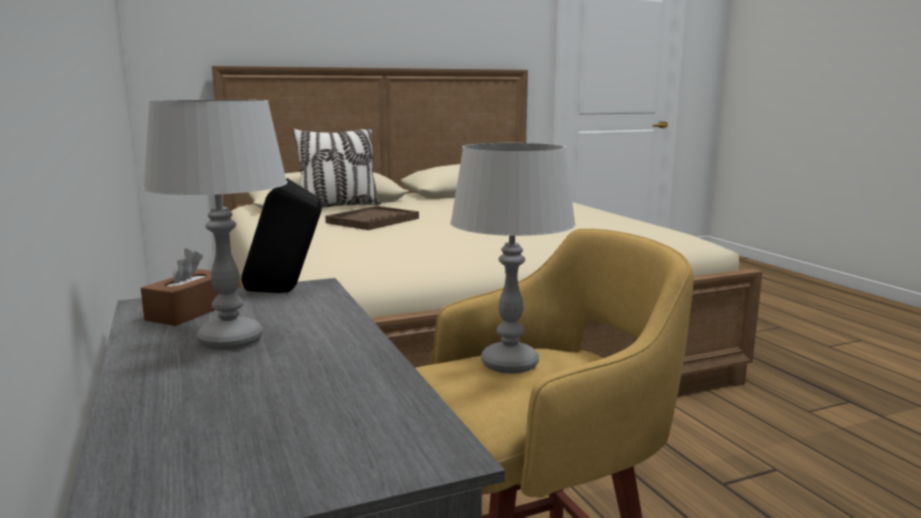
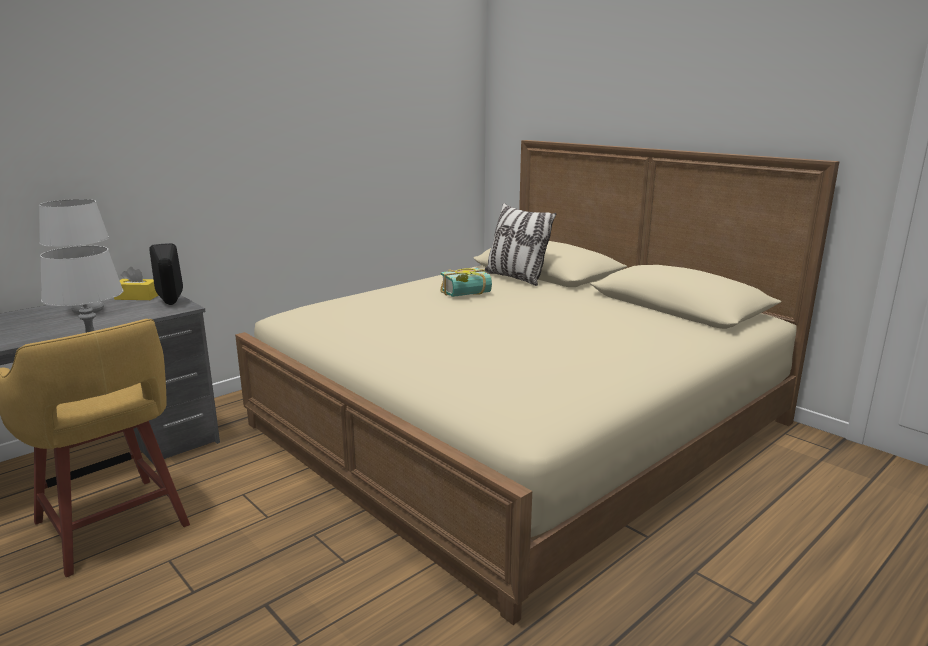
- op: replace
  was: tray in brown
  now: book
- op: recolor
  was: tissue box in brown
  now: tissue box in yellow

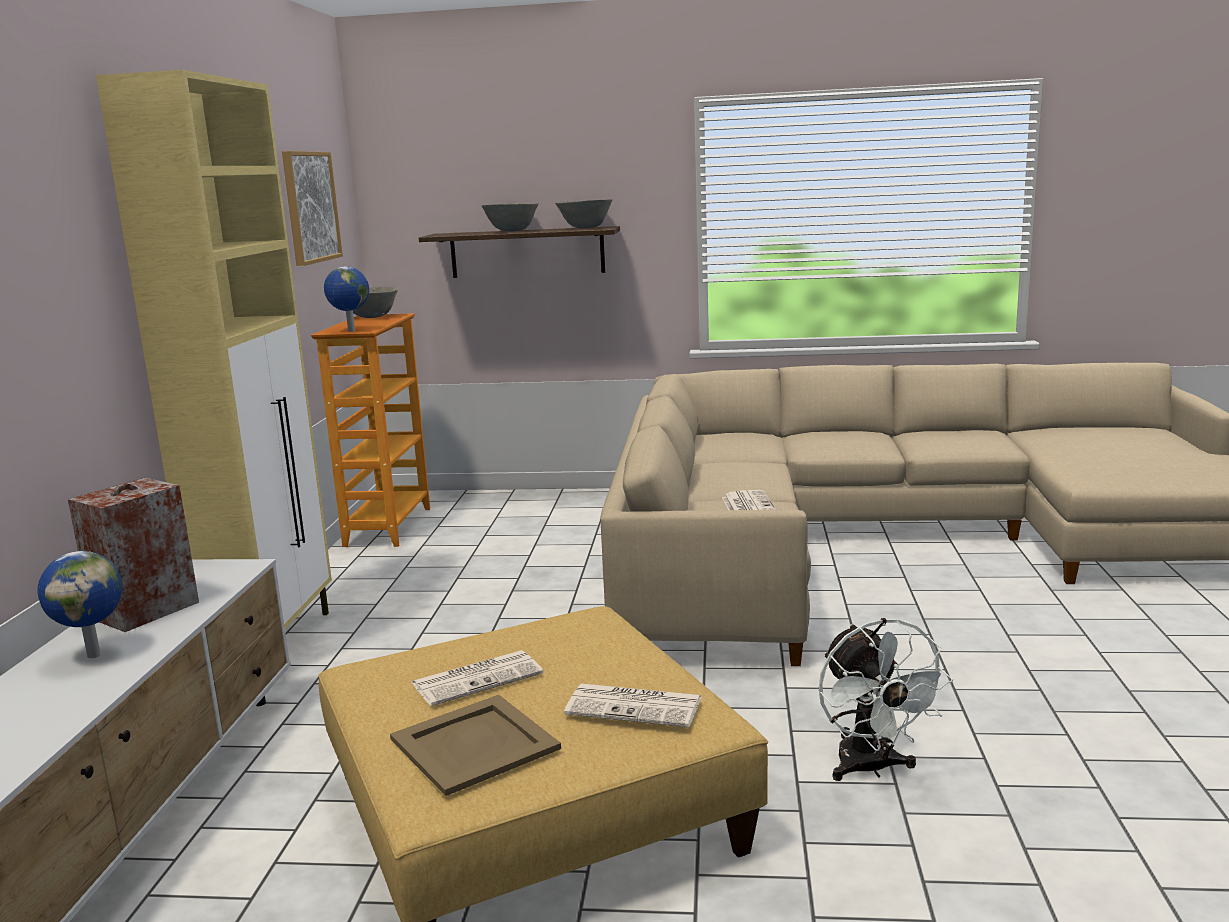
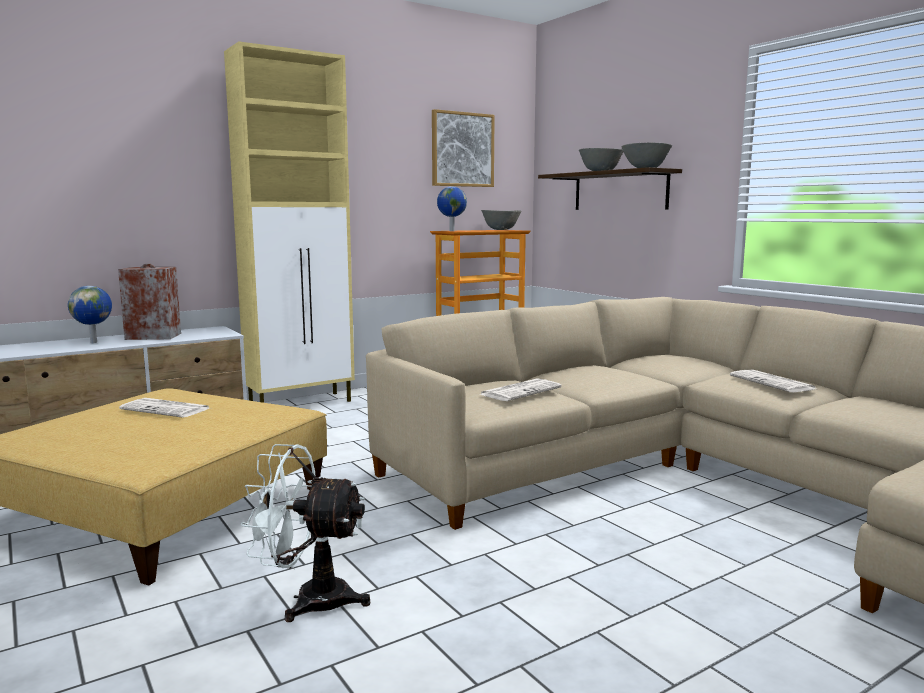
- op: rotate
  was: fan in white
  clockwise: 60
- op: move
  was: newspaper (2nd from left in the first image)
  now: newspaper (3rd from left)
- op: delete
  was: tray in beige

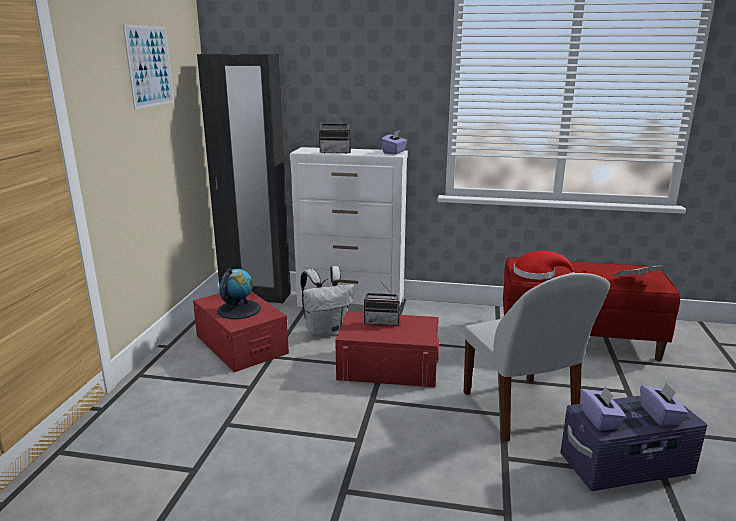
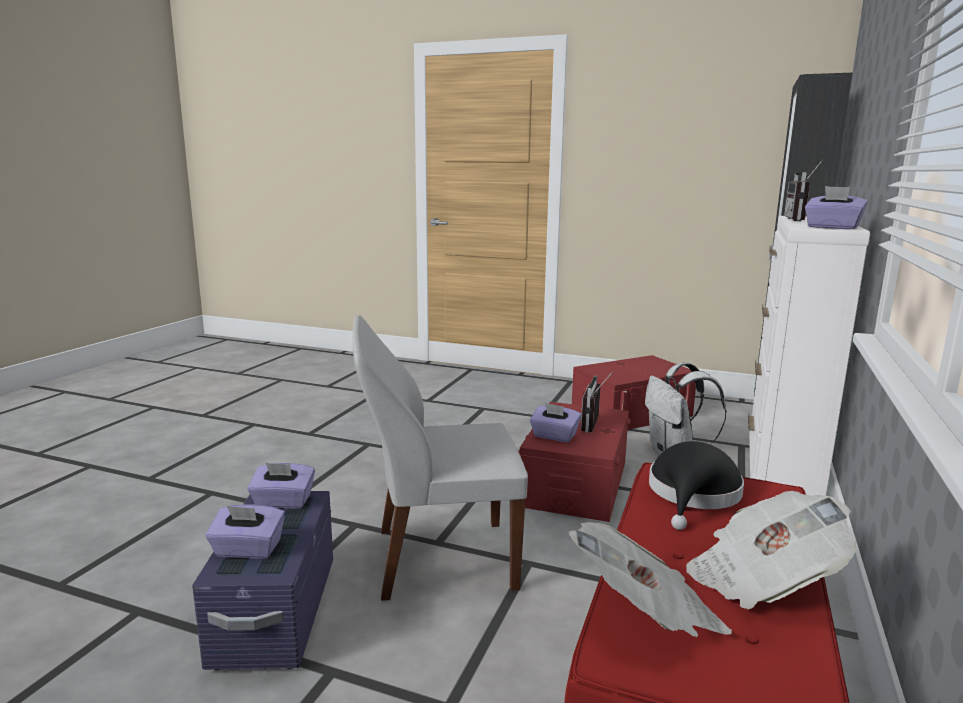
- op: delete
  was: picture
- op: recolor
  was: hat in red
  now: hat in black
- op: delete
  was: globe
- op: insert
  now: tissue box in purple (3rd from left)
- op: insert
  now: newspaper (2nd from left)

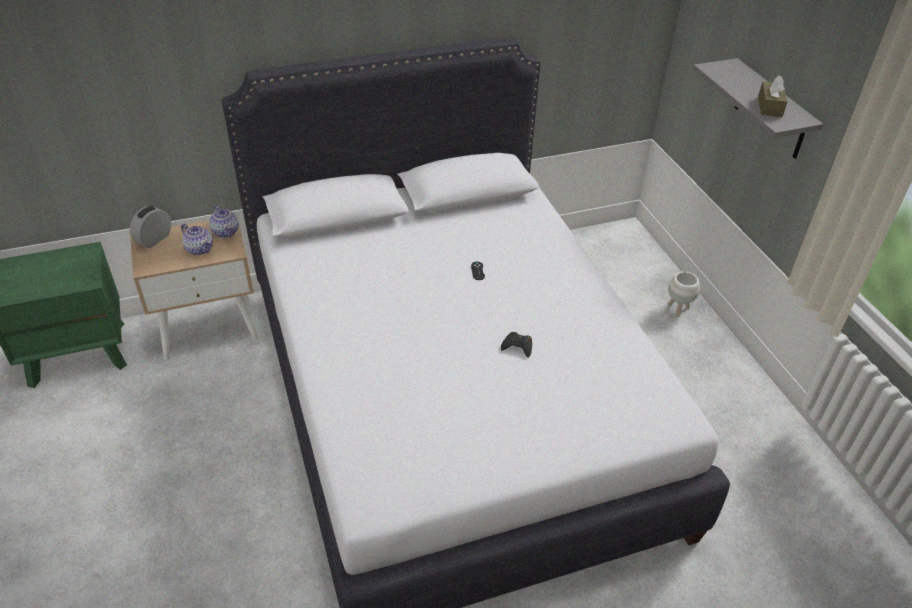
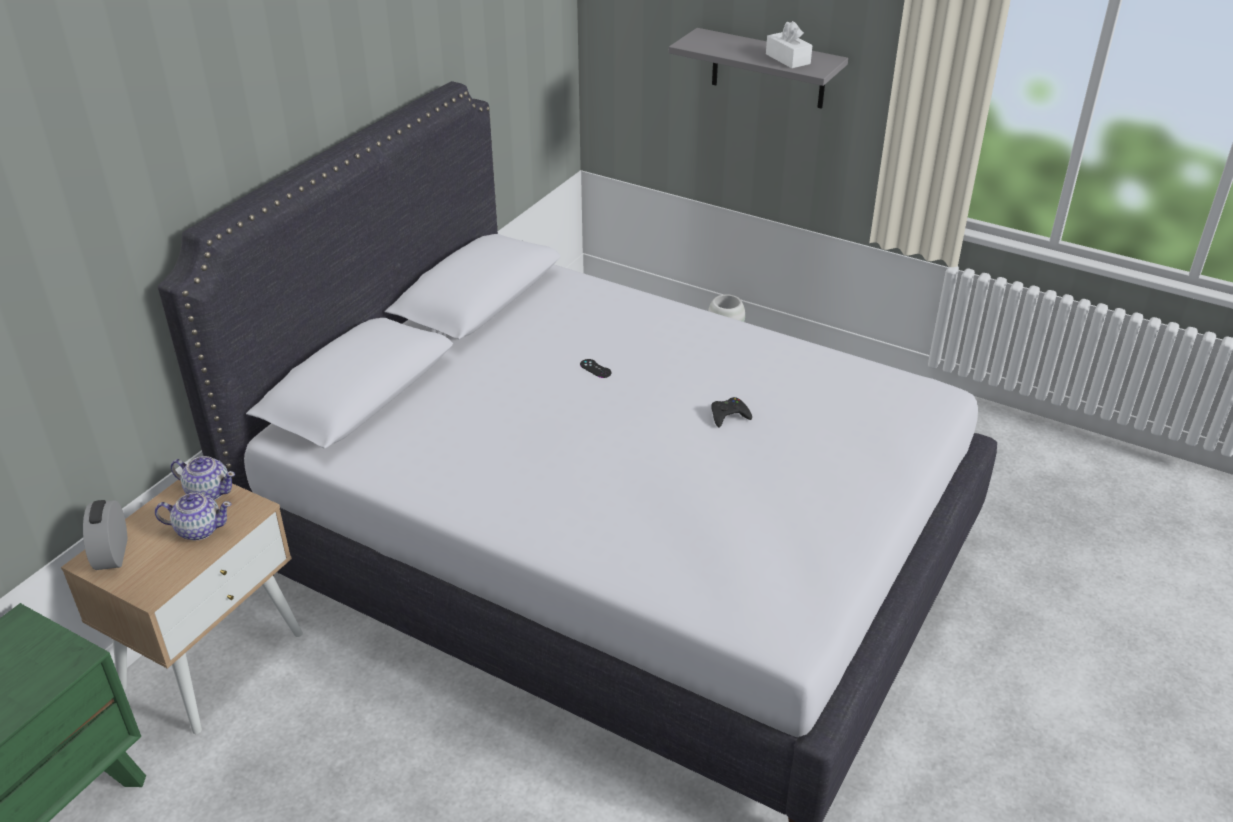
- op: recolor
  was: tissue box in brown
  now: tissue box in white

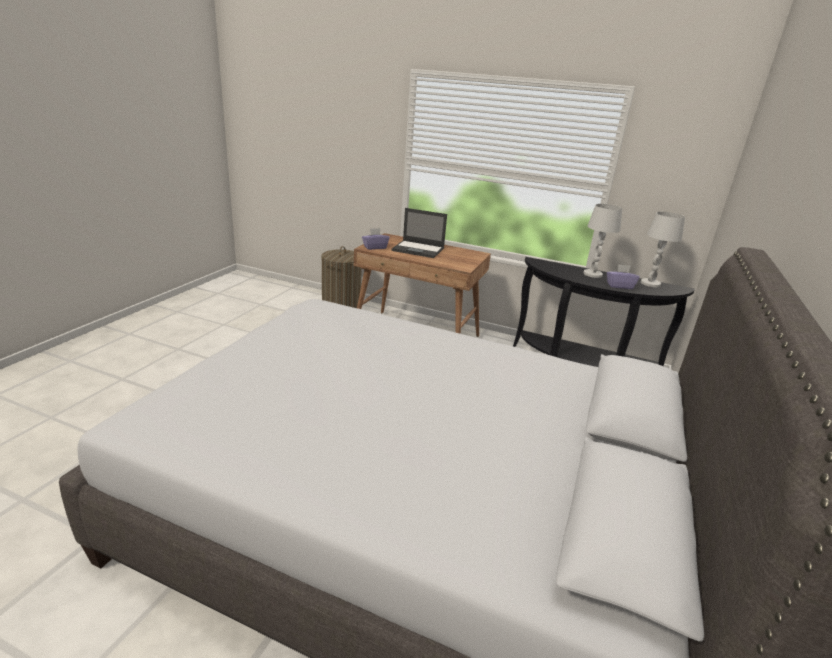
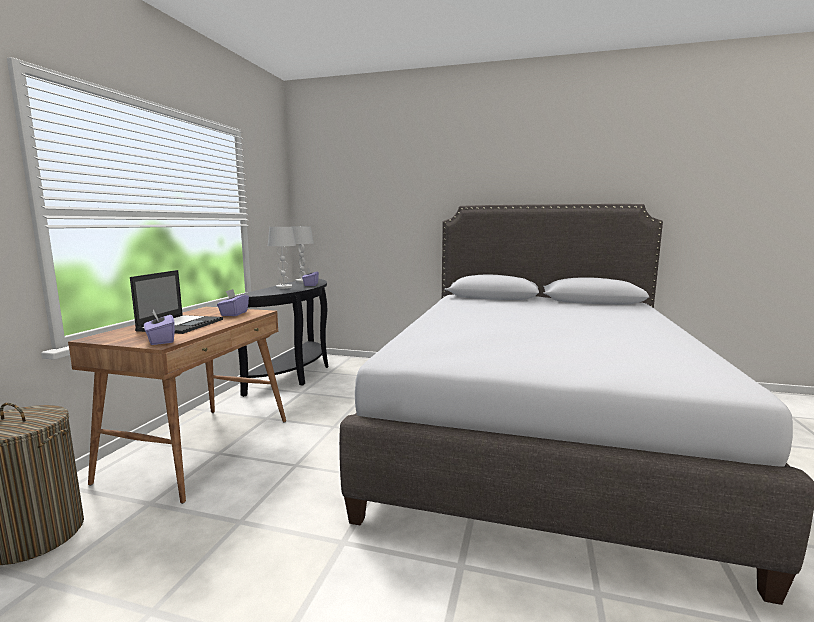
- op: insert
  now: tissue box in purple (2nd from left)

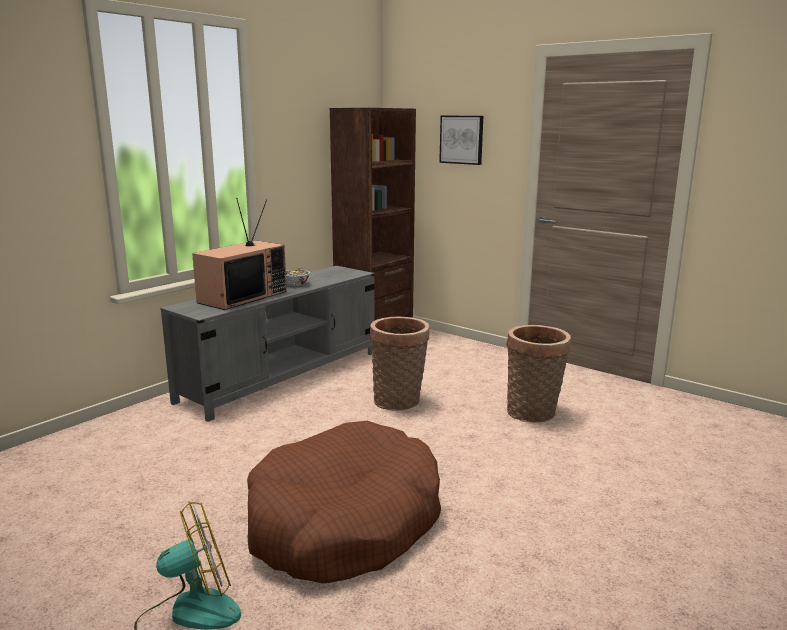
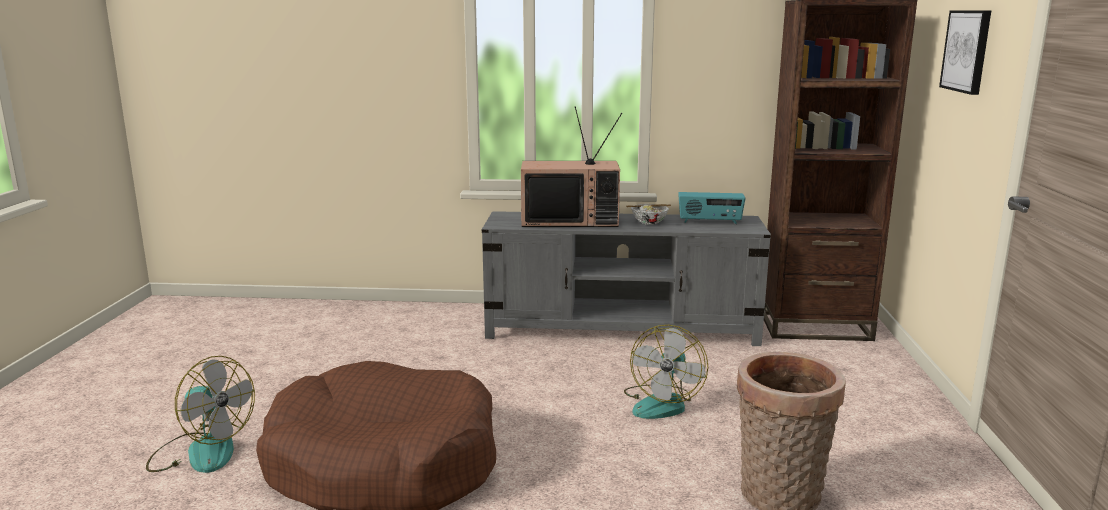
- op: replace
  was: basket (1st from left)
  now: fan (2nd from left)
- op: insert
  now: radio

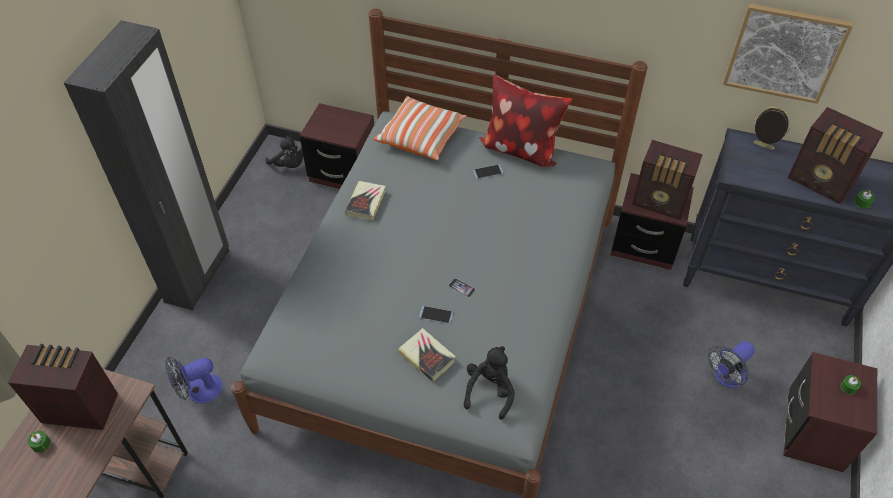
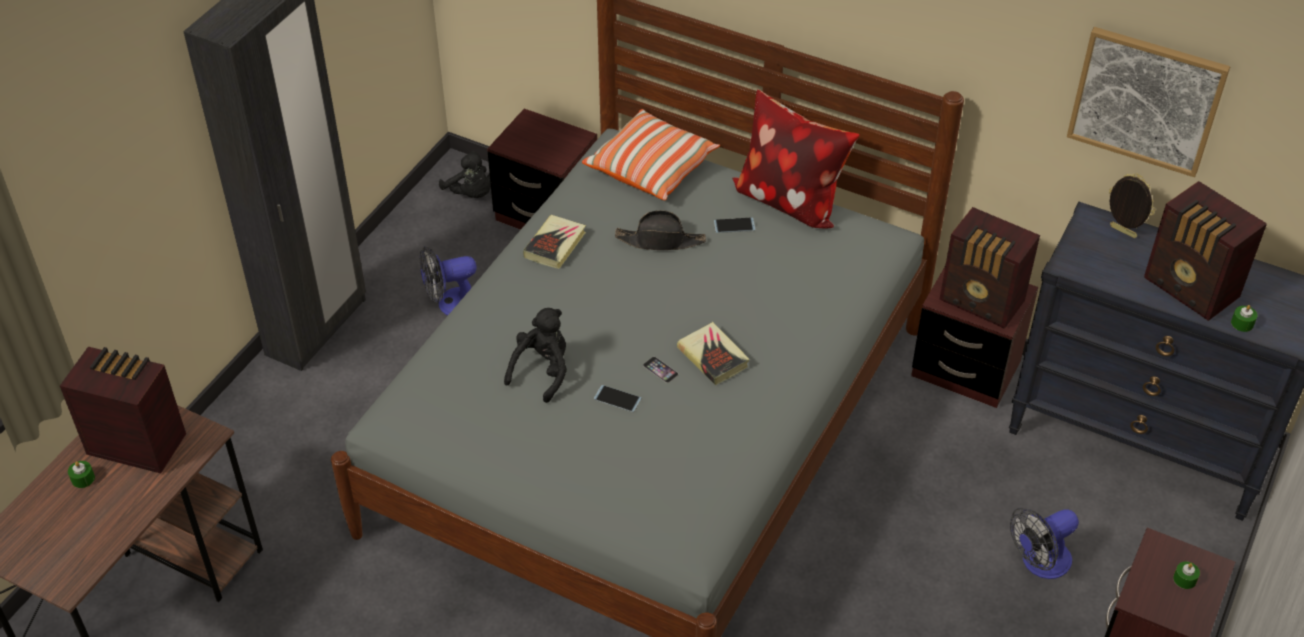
- op: move
  was: book (2nd from left)
- op: move
  was: plush toy in black (2nd from left)
- op: move
  was: fan (1st from left)
- op: insert
  now: hat in black

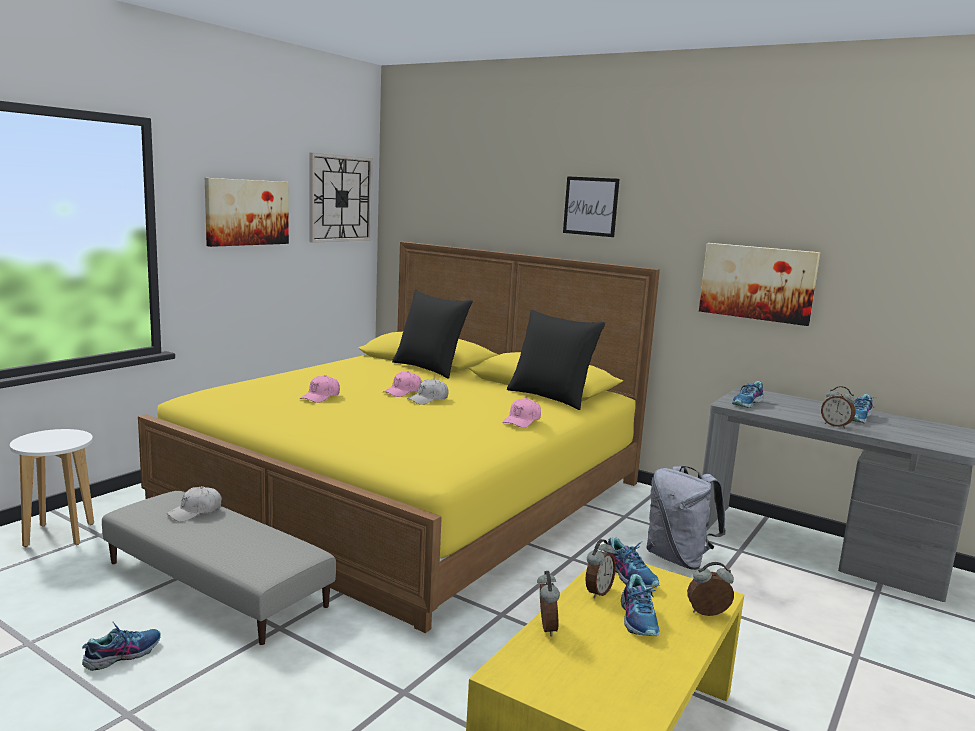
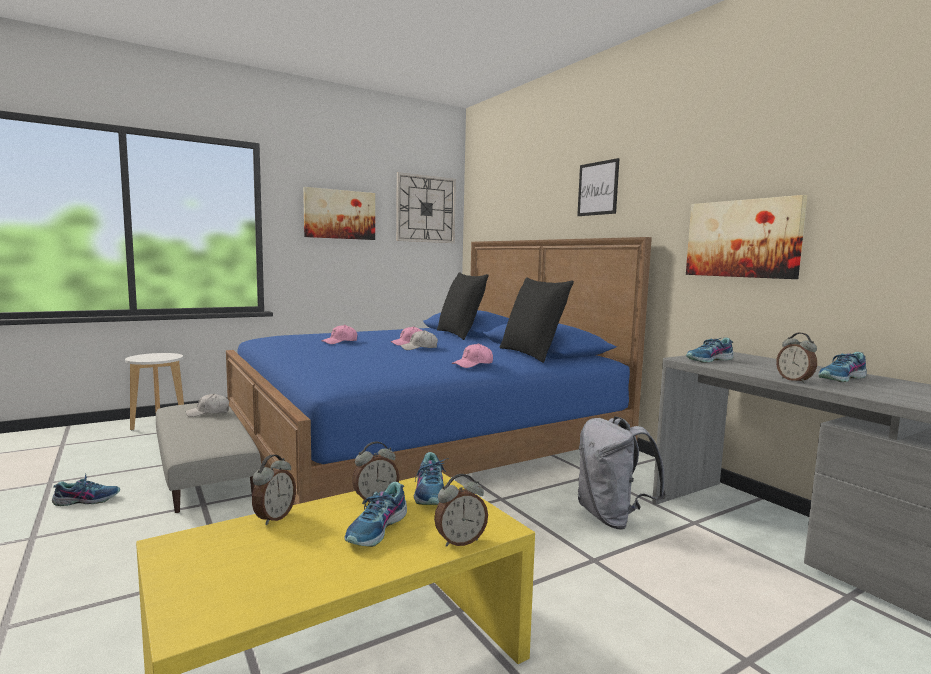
- op: recolor
  was: bed in yellow
  now: bed in blue
- op: rotate
  was: alarm clock (3rd from left)
  clockwise: 135

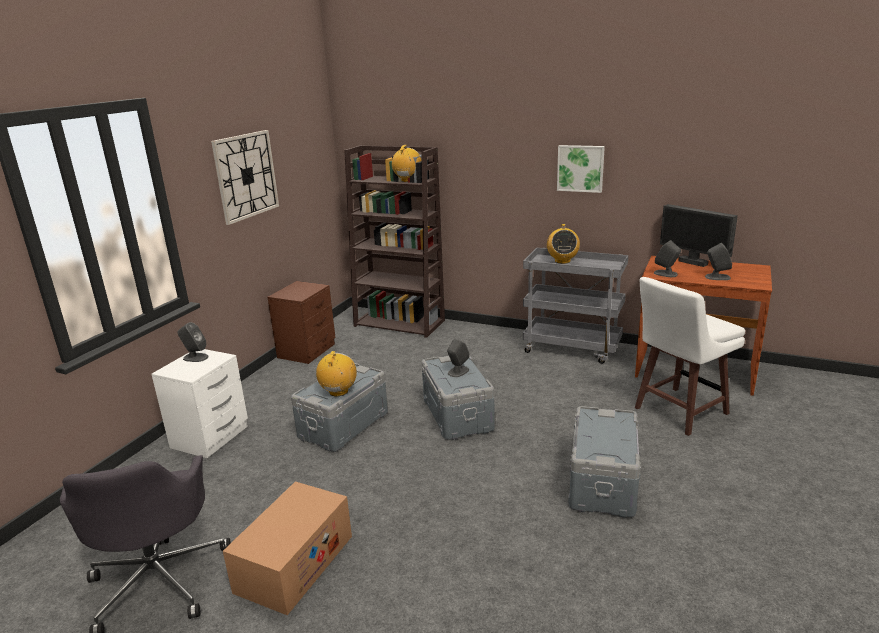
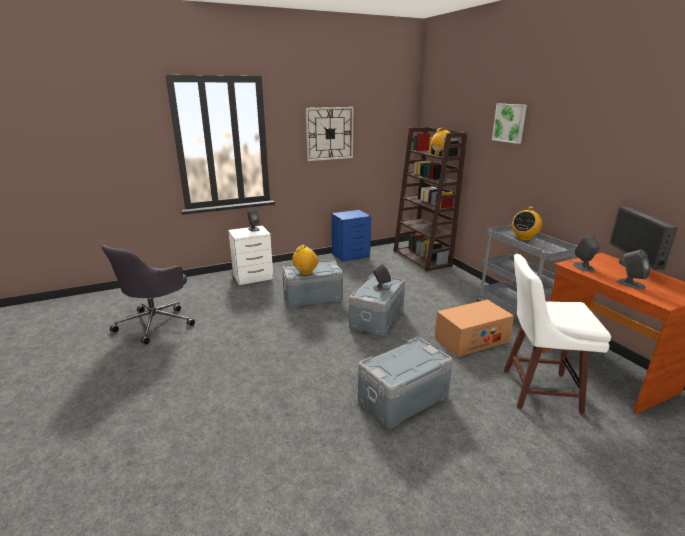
- op: move
  was: picture
- op: recolor
  was: nightstand in brown
  now: nightstand in blue
- op: move
  was: cardboard box

